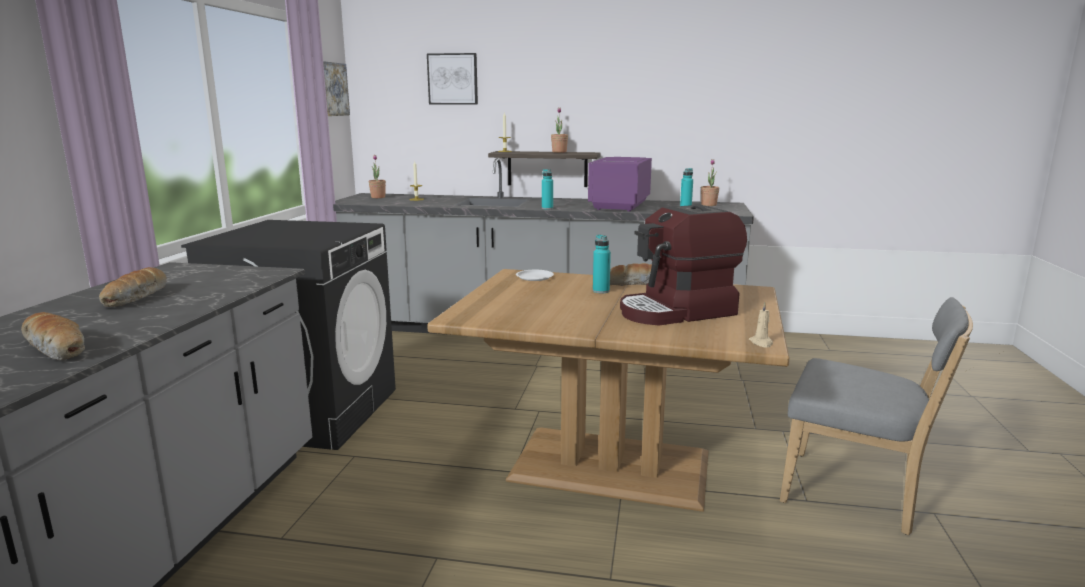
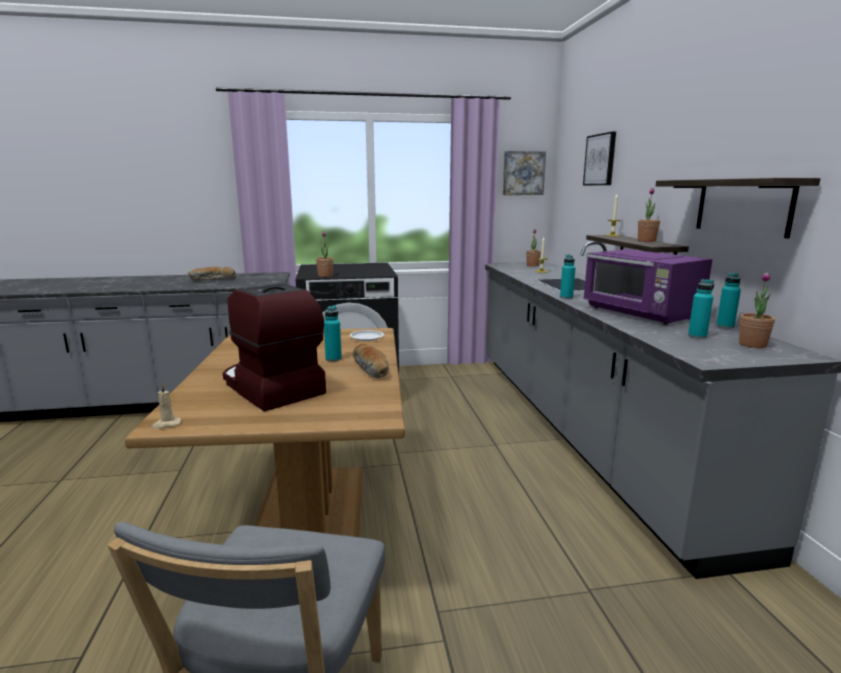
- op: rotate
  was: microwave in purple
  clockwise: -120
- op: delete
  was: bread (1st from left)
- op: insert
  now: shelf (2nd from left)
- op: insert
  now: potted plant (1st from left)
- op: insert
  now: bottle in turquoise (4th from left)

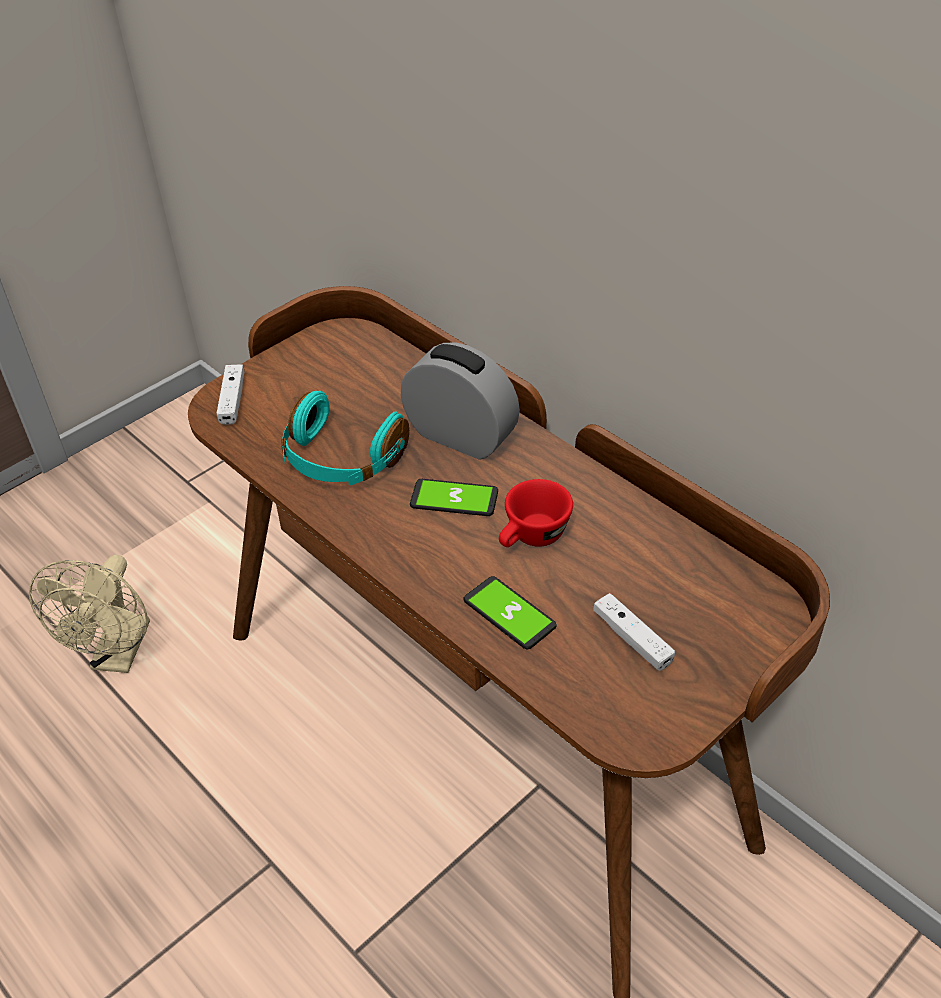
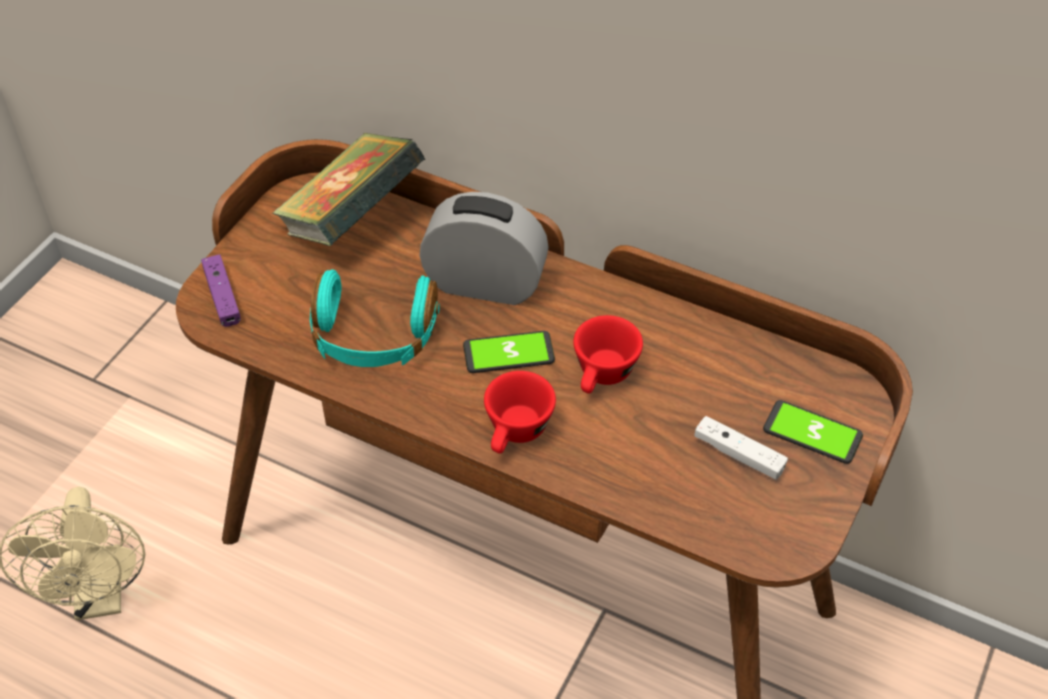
- op: recolor
  was: game controller in white (1st from left)
  now: game controller in purple
- op: move
  was: phone (2nd from left)
- op: insert
  now: book
- op: insert
  now: cup in red (1st from left)

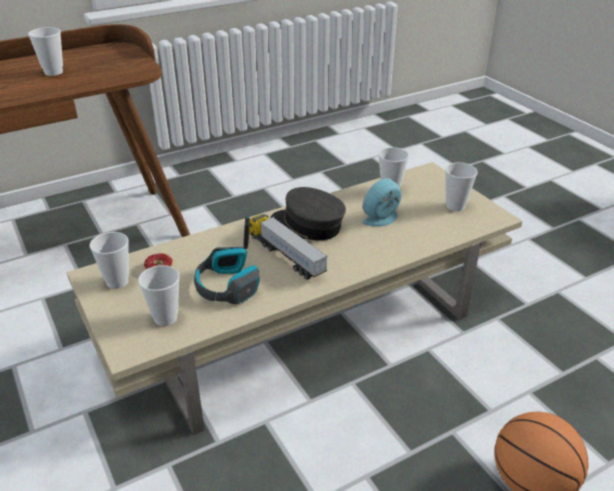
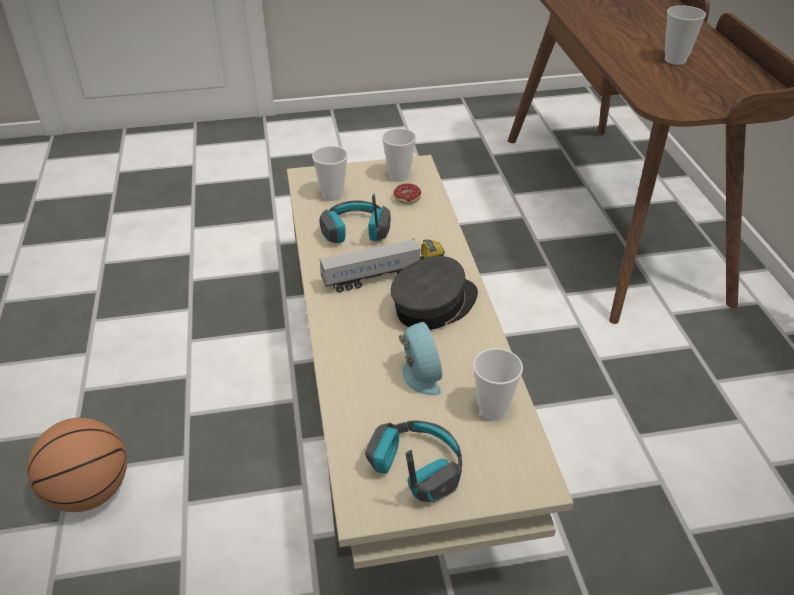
- op: replace
  was: cup (5th from left)
  now: headphones (2nd from left)

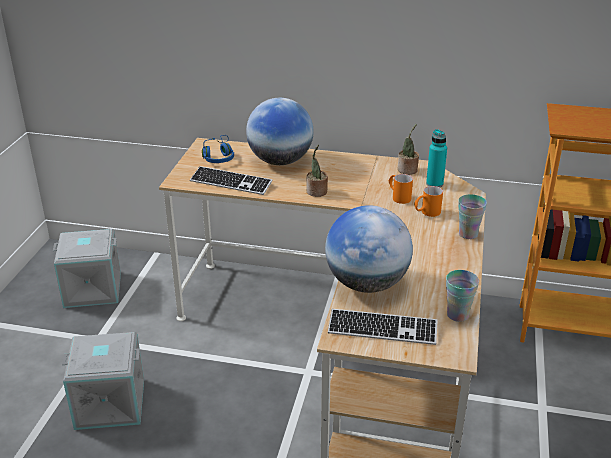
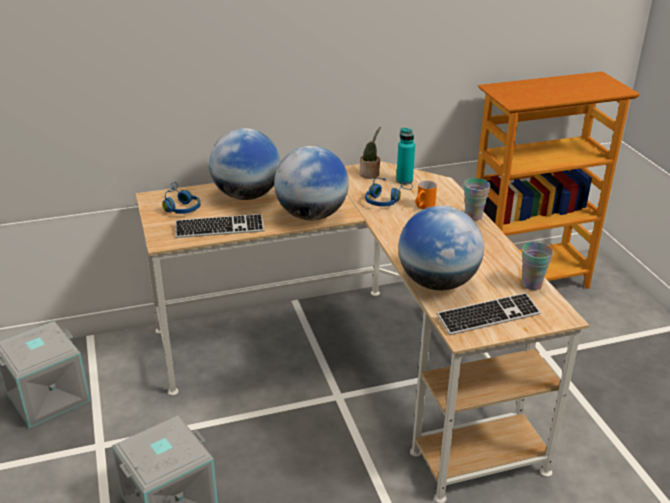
- op: replace
  was: potted plant (1st from left)
  now: globe (2nd from left)
- op: replace
  was: mug in orange (1st from left)
  now: headphones in blue (2nd from left)

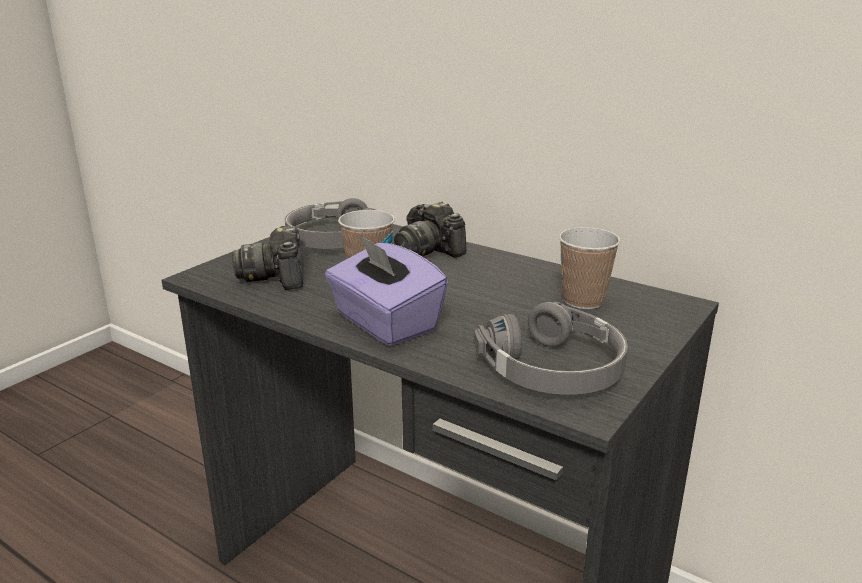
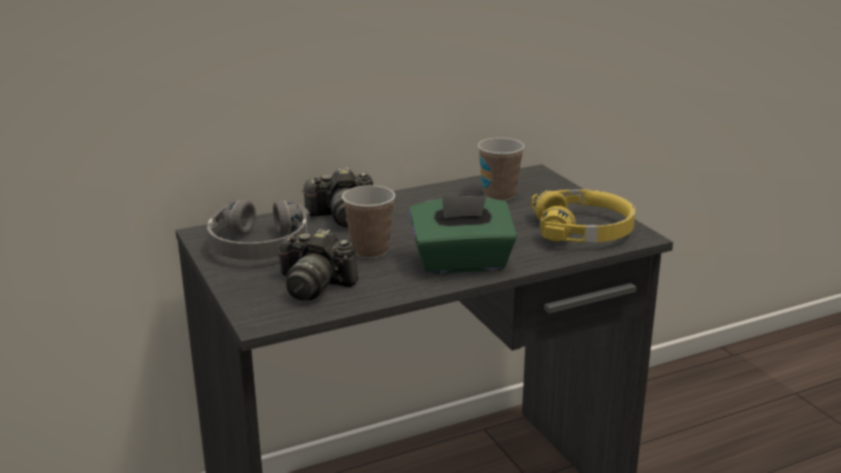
- op: recolor
  was: tissue box in purple
  now: tissue box in green
- op: recolor
  was: headphones in grey (2nd from left)
  now: headphones in yellow

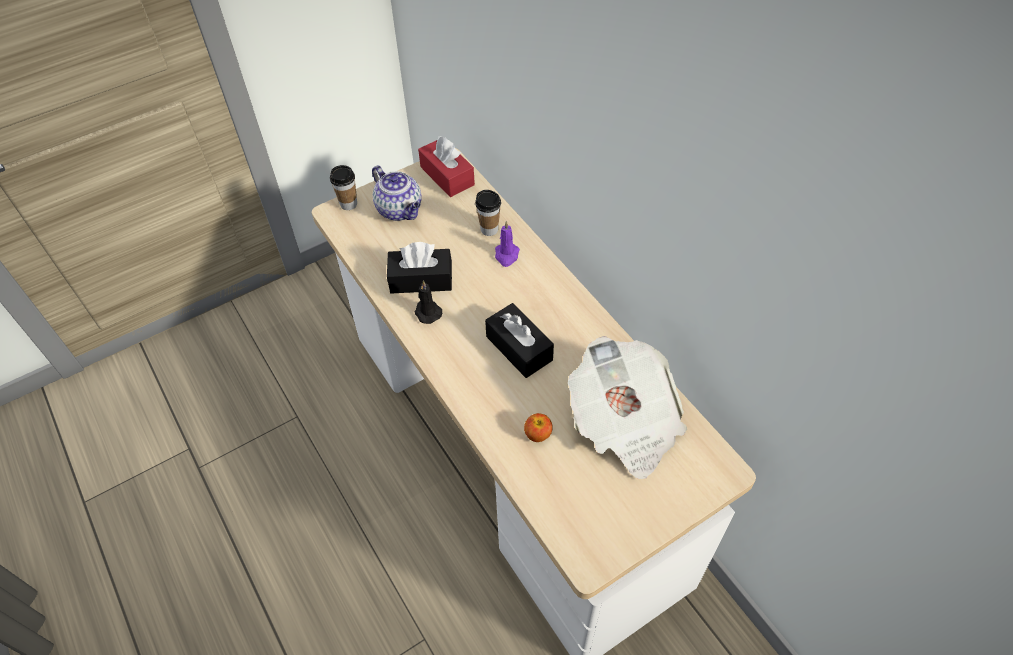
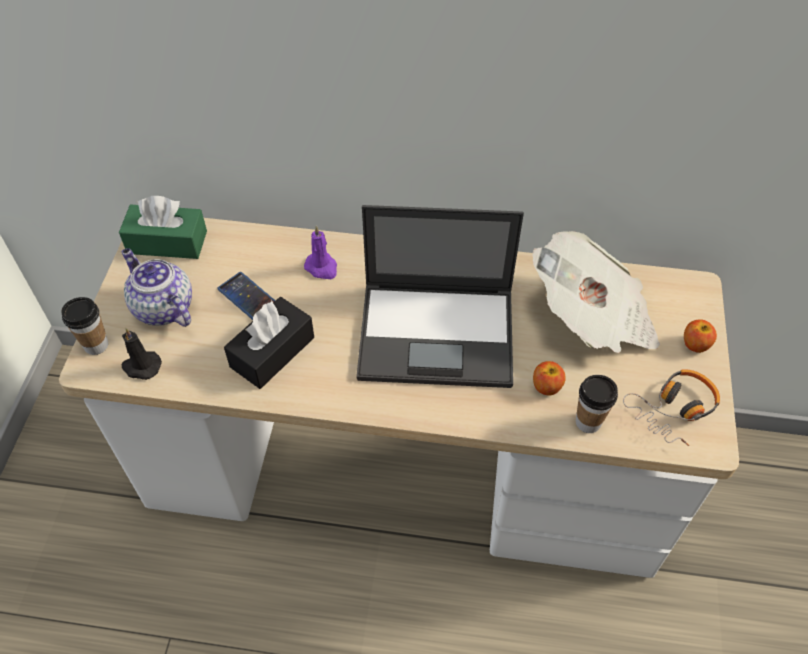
- op: recolor
  was: tissue box in red
  now: tissue box in green
- op: rotate
  was: teapot
  clockwise: -135
- op: move
  was: cup (2nd from left)
- op: move
  was: candle in black
- op: replace
  was: tissue box in black (2nd from left)
  now: laptop
- op: insert
  now: phone
- op: insert
  now: apple (2nd from left)
- op: insert
  now: headphones

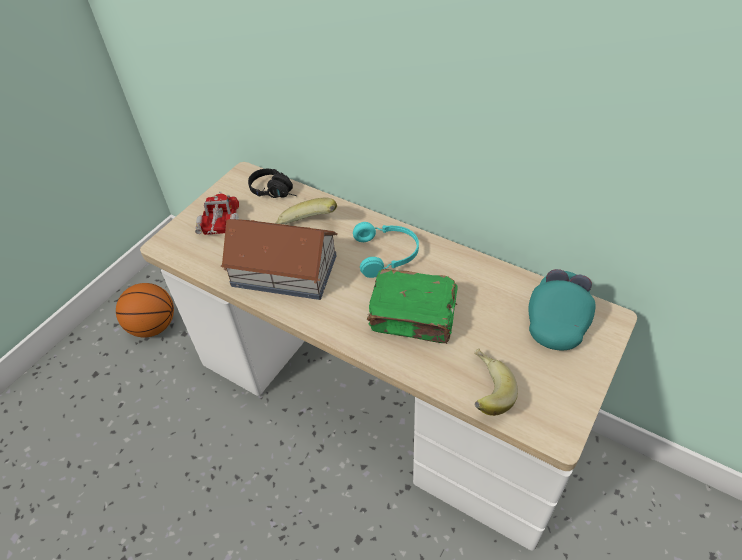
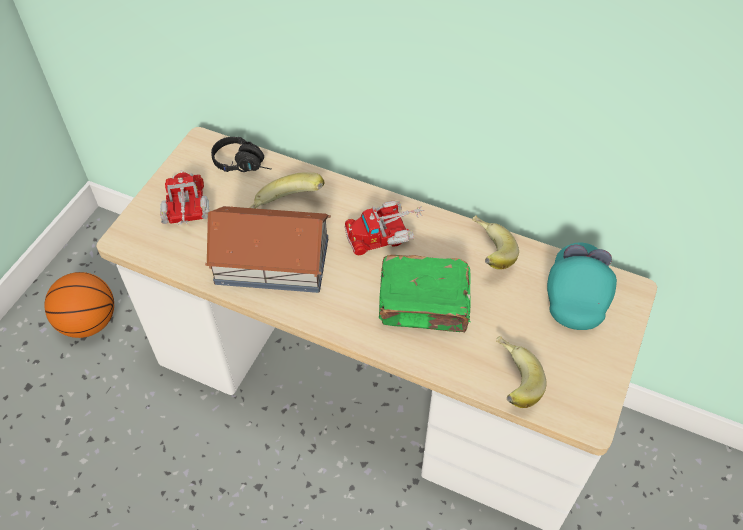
- op: replace
  was: headphones in turquoise
  now: toy truck (2nd from left)
- op: insert
  now: banana (2nd from left)

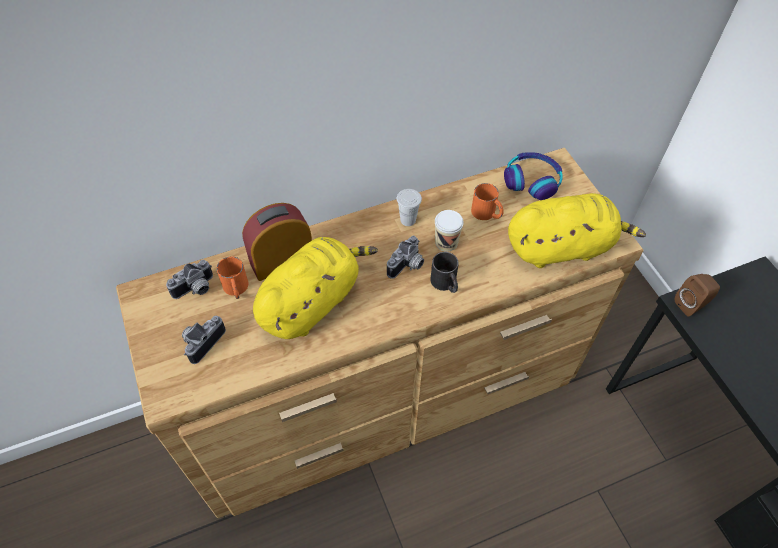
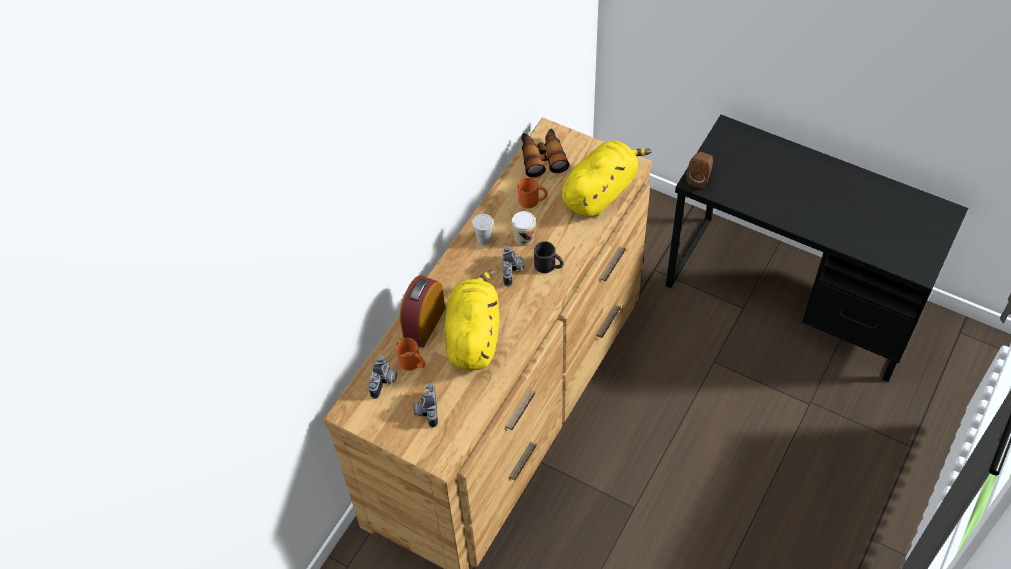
- op: replace
  was: headphones
  now: binoculars

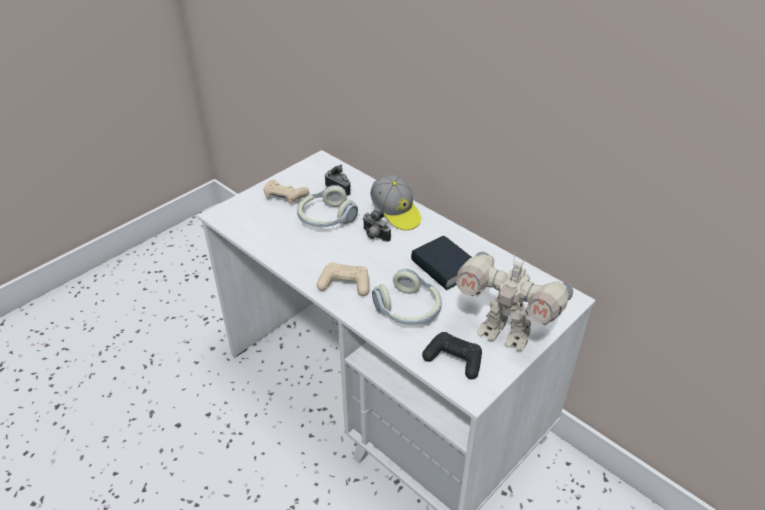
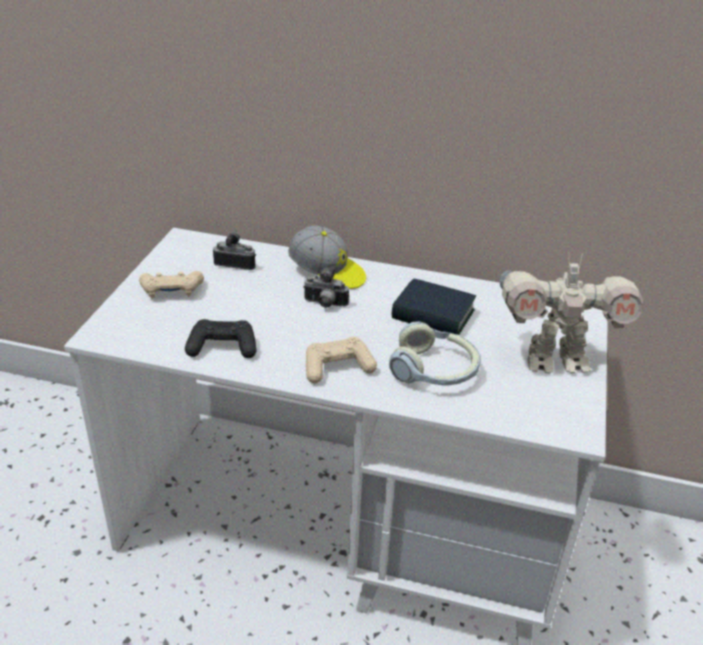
- op: delete
  was: headphones (1st from left)
- op: move
  was: game controller in black

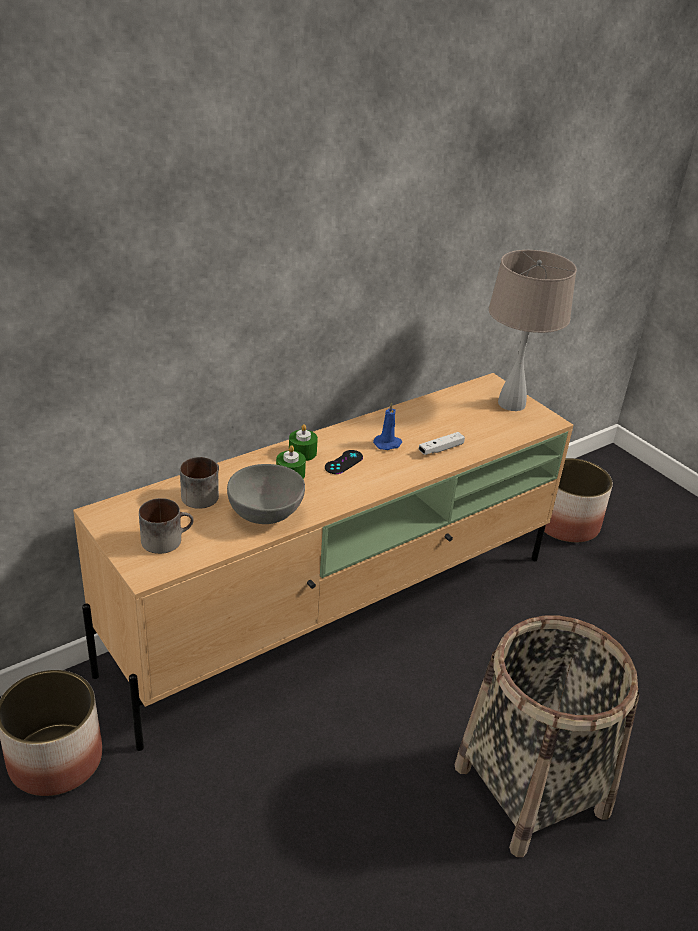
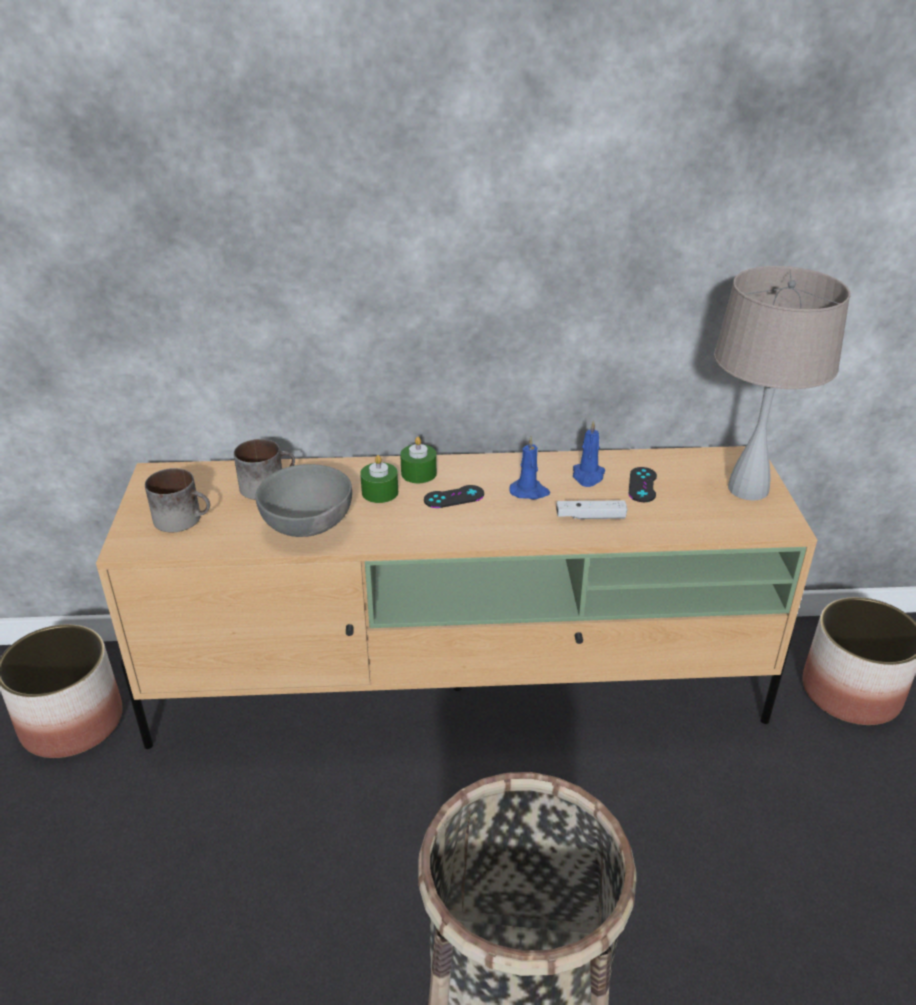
- op: insert
  now: candle in blue (2nd from left)
- op: insert
  now: game controller in black (2nd from left)

